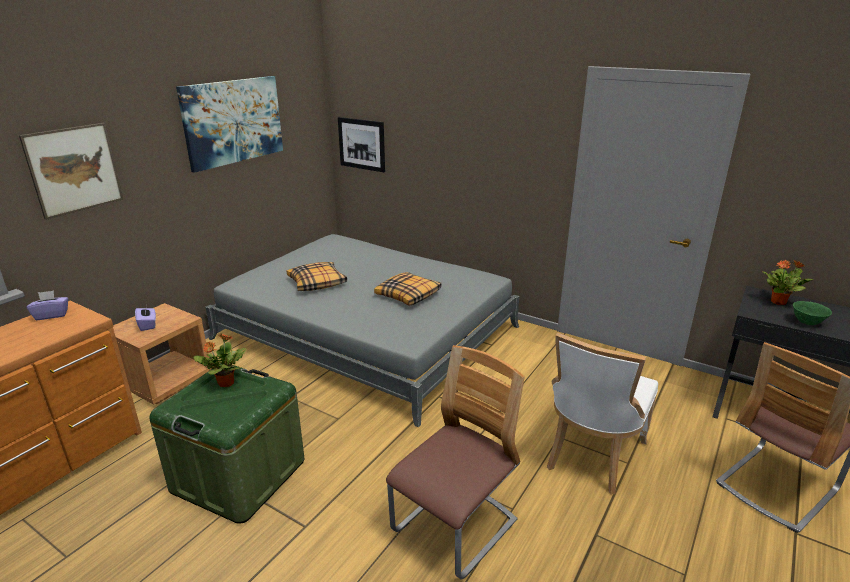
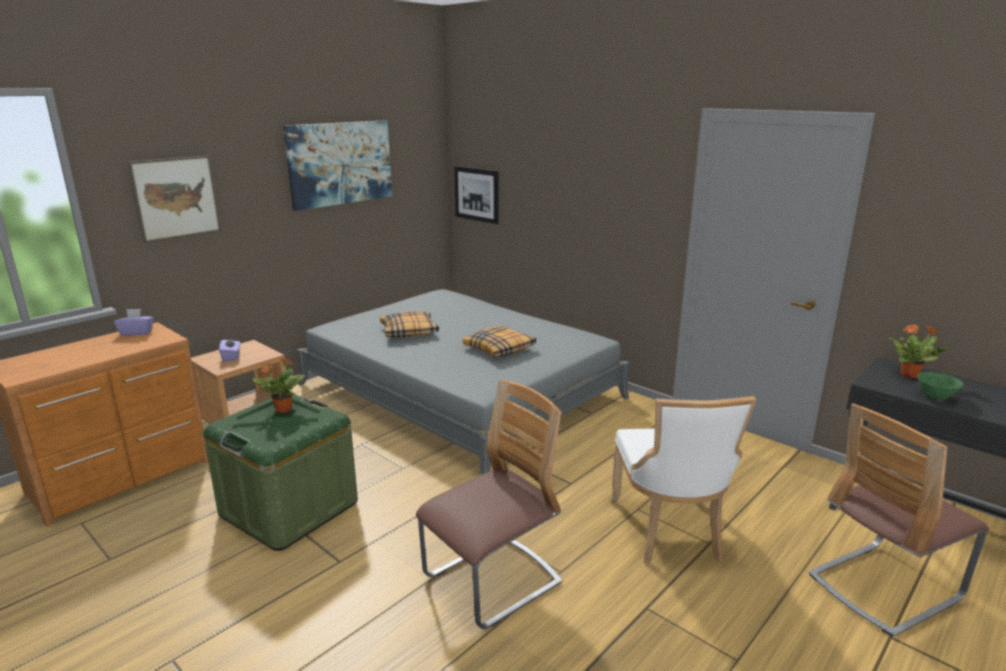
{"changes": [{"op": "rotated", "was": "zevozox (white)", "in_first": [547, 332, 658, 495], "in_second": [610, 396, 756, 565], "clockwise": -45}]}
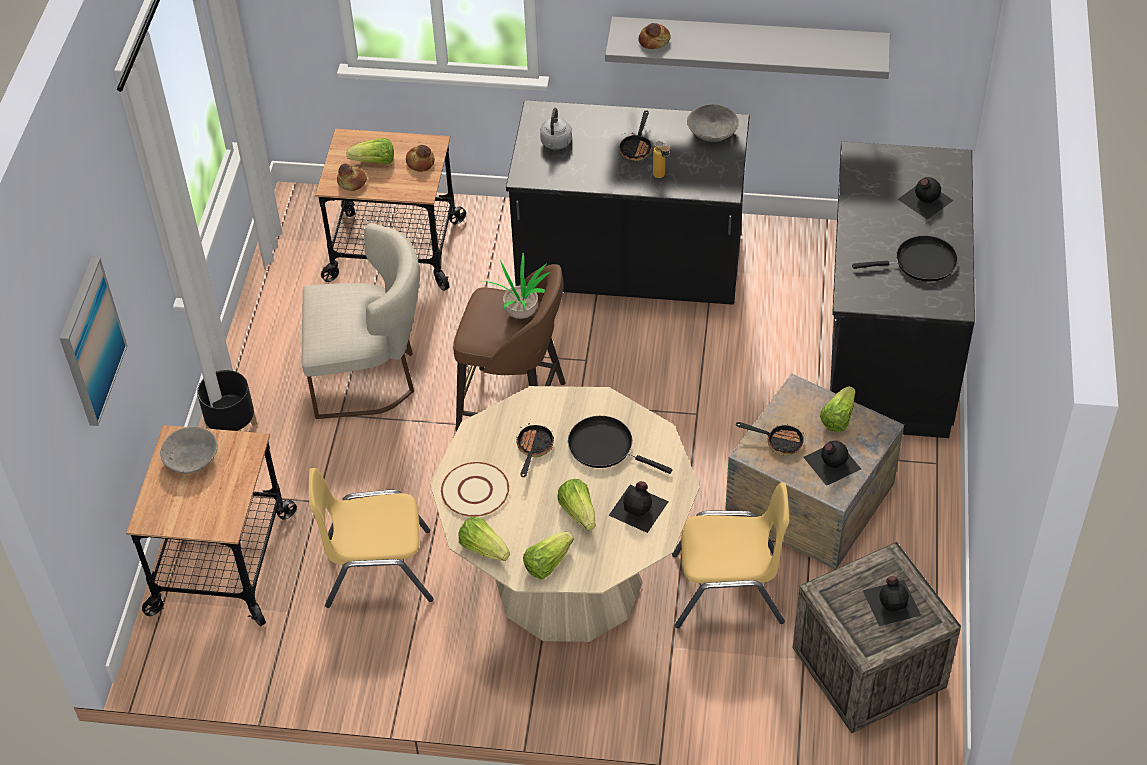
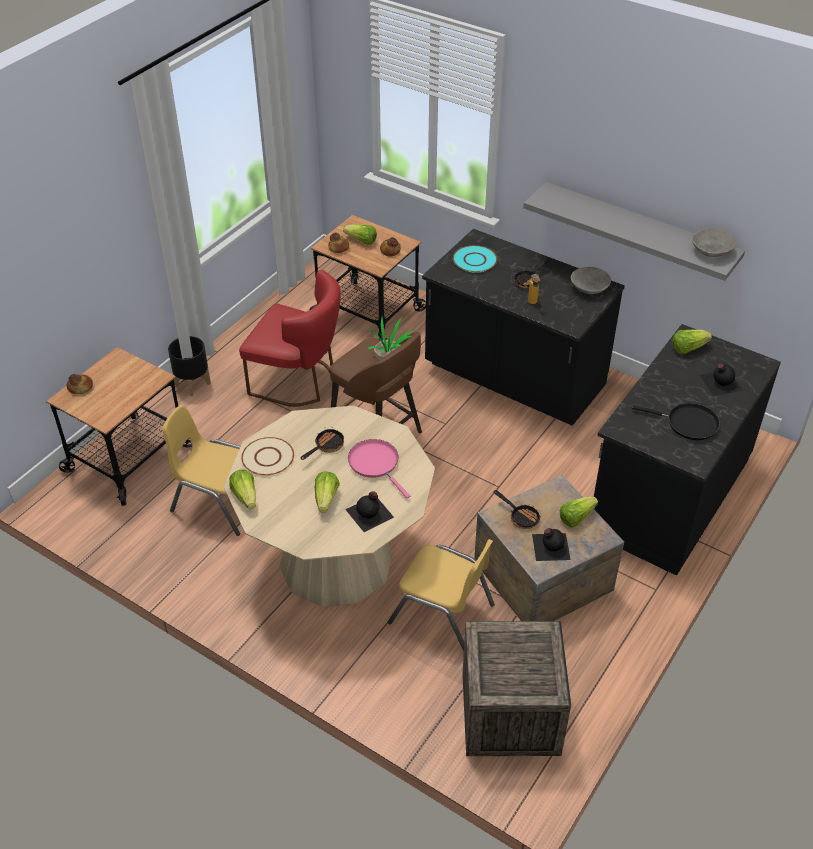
{"changes": [{"op": "gone", "was": "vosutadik", "in_first": [60, 257, 127, 426]}, {"op": "gone", "was": "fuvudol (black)", "in_first": [863, 576, 921, 626]}, {"op": "shifted", "was": "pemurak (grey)", "in_first": [160, 427, 218, 474], "in_second": [692, 228, 736, 257]}, {"op": "shifted", "was": "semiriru", "in_first": [523, 532, 574, 579], "in_second": [672, 330, 712, 354]}, {"op": "shifted", "was": "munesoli", "in_first": [638, 23, 671, 49], "in_second": [67, 374, 93, 394]}, {"op": "swapped", "was": "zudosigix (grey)", "now": "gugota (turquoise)", "in_first": [540, 108, 572, 150], "in_second": [453, 245, 497, 273]}, {"op": "repainted", "was": "zevozox (beige)", "now": "zevozox (red)", "in_first": [302, 223, 420, 419], "in_second": [239, 270, 341, 407]}, {"op": "repainted", "was": "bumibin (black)", "now": "bumibin (pink)", "in_first": [568, 416, 672, 474], "in_second": [348, 439, 410, 498]}]}
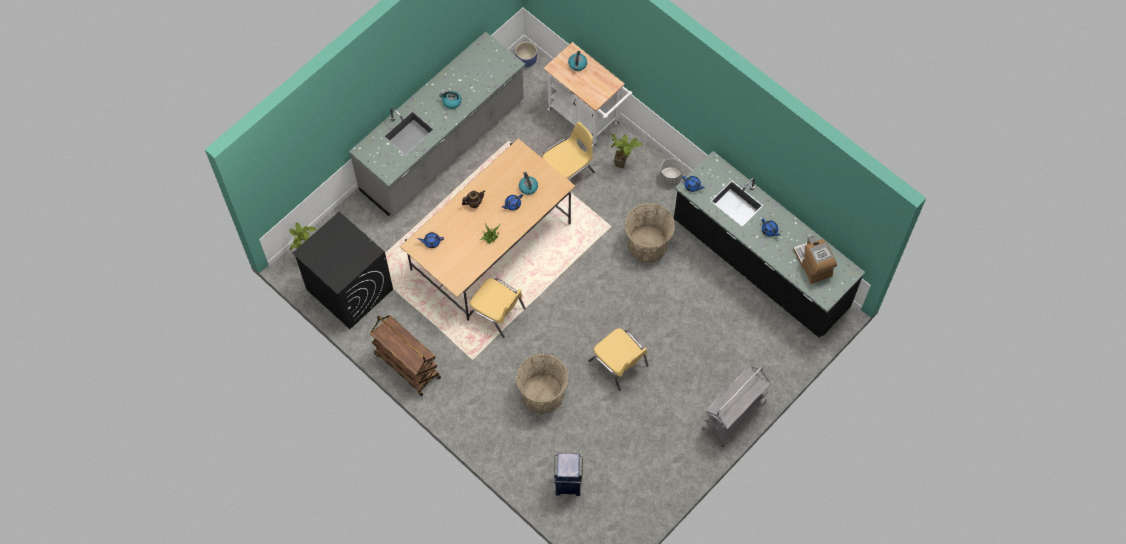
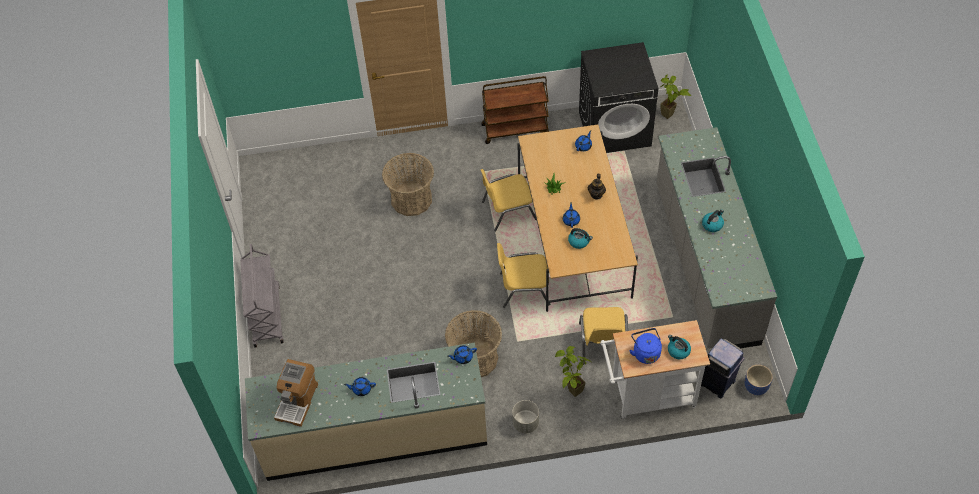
{"changes": [{"op": "new", "now": "zudosigix (blue)", "in_second": [629, 328, 662, 364]}, {"op": "shifted", "was": "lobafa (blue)", "in_first": [554, 453, 583, 496], "in_second": [701, 338, 744, 399]}, {"op": "shifted", "was": "zevozox (yellow)", "in_first": [589, 328, 649, 391], "in_second": [497, 243, 550, 308]}, {"op": "repainted", "was": "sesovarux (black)", "now": "sesovarux (beige)", "in_first": [674, 151, 865, 338], "in_second": [245, 343, 487, 481]}, {"op": "rotated", "was": "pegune", "in_first": [793, 236, 837, 284], "in_second": [274, 359, 318, 427], "clockwise": 90}]}
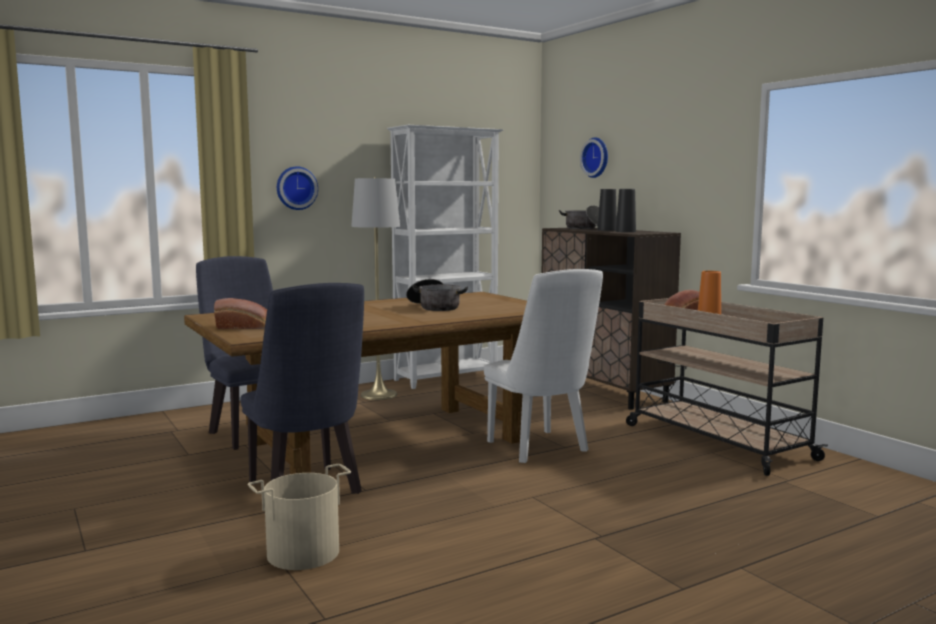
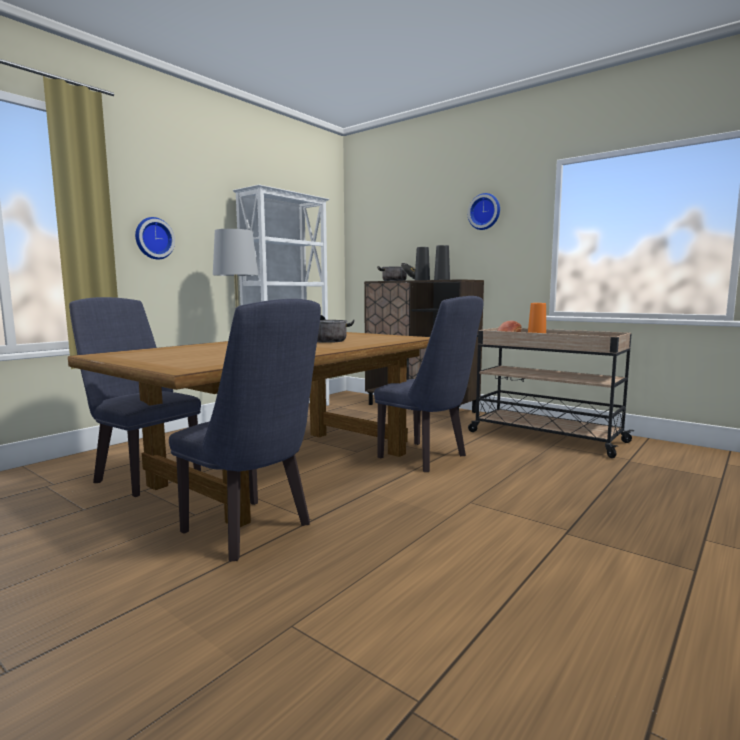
{"changes": [{"op": "gone", "was": "munesoli", "in_first": [214, 298, 267, 329]}, {"op": "gone", "was": "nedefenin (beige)", "in_first": [247, 464, 351, 570]}, {"op": "shifted", "was": "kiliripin", "in_first": [580, 137, 608, 178], "in_second": [468, 193, 500, 230]}, {"op": "repainted", "was": "zevozox (white)", "now": "zevozox (blue)", "in_first": [484, 269, 603, 463], "in_second": [374, 296, 484, 472]}]}
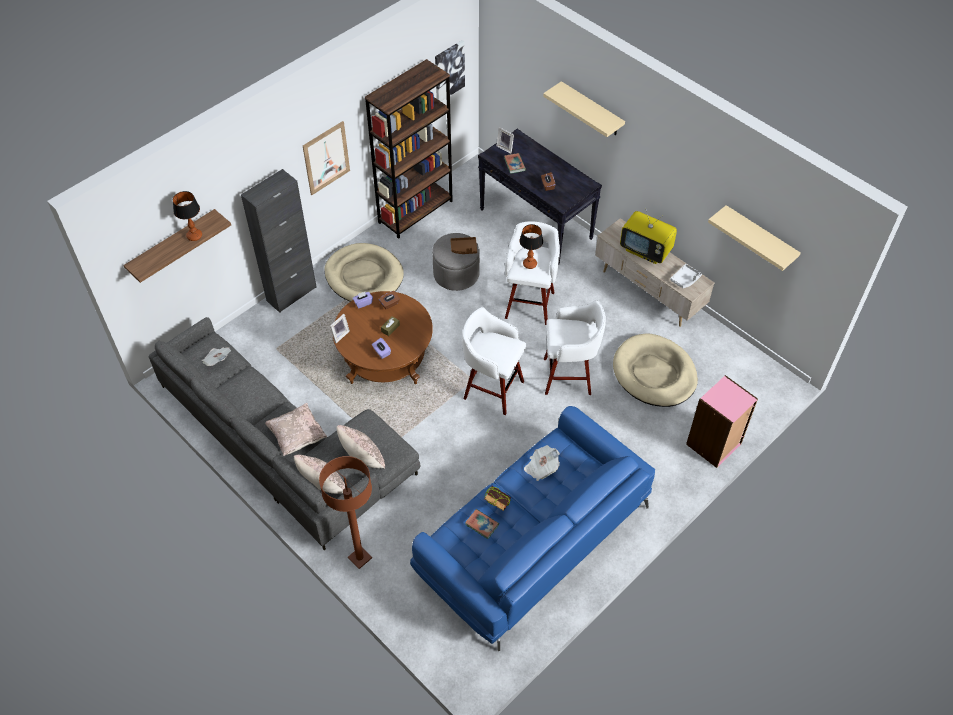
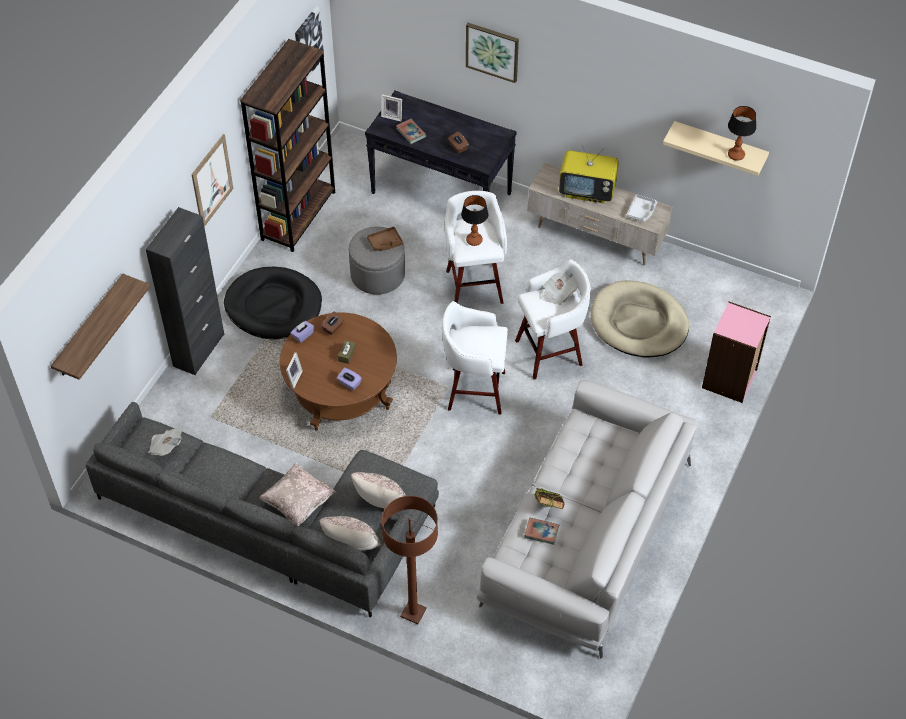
{"changes": [{"op": "shifted", "was": "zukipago", "in_first": [173, 191, 202, 241], "in_second": [728, 106, 756, 161]}, {"op": "shifted", "was": "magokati", "in_first": [524, 445, 560, 481], "in_second": [541, 272, 578, 305]}, {"op": "swapped", "was": "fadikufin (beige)", "now": "vosutadik", "in_first": [543, 81, 625, 137], "in_second": [466, 23, 519, 83]}, {"op": "repainted", "was": "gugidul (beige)", "now": "gugidul (black)", "in_first": [324, 243, 404, 302], "in_second": [224, 266, 322, 339]}, {"op": "repainted", "was": "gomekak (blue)", "now": "gomekak (grey)", "in_first": [410, 406, 655, 651], "in_second": [477, 380, 697, 658]}]}
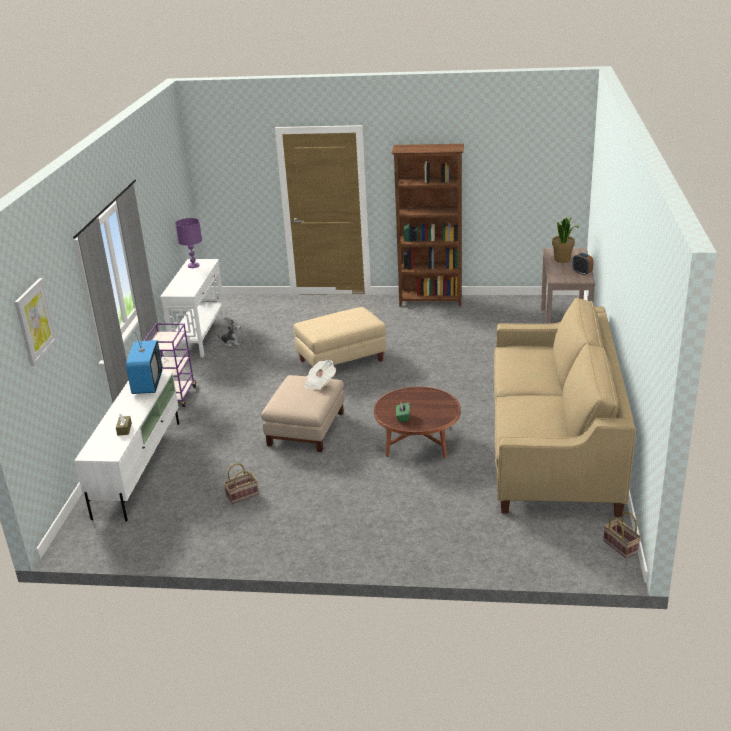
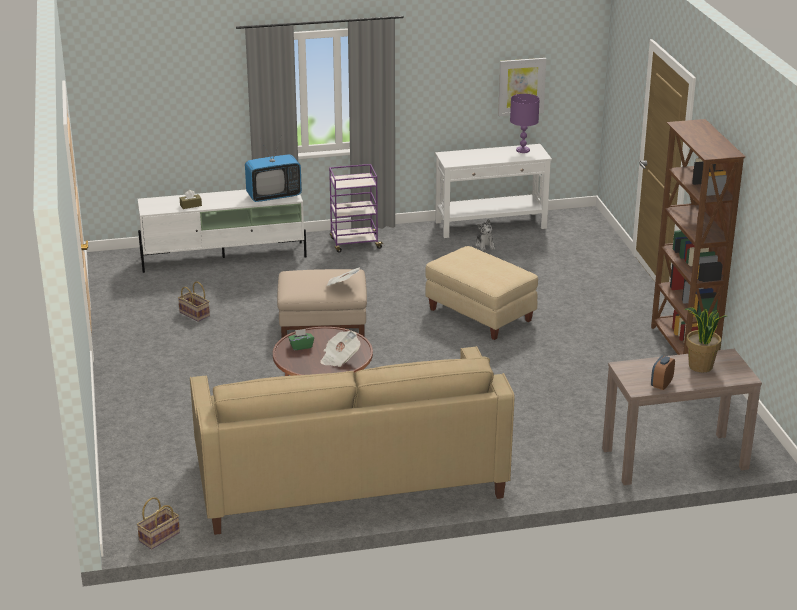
{"changes": [{"op": "new", "now": "magokati", "in_second": [320, 331, 360, 367]}, {"op": "shifted", "was": "vosutadik", "in_first": [15, 278, 57, 366], "in_second": [498, 58, 546, 116]}]}
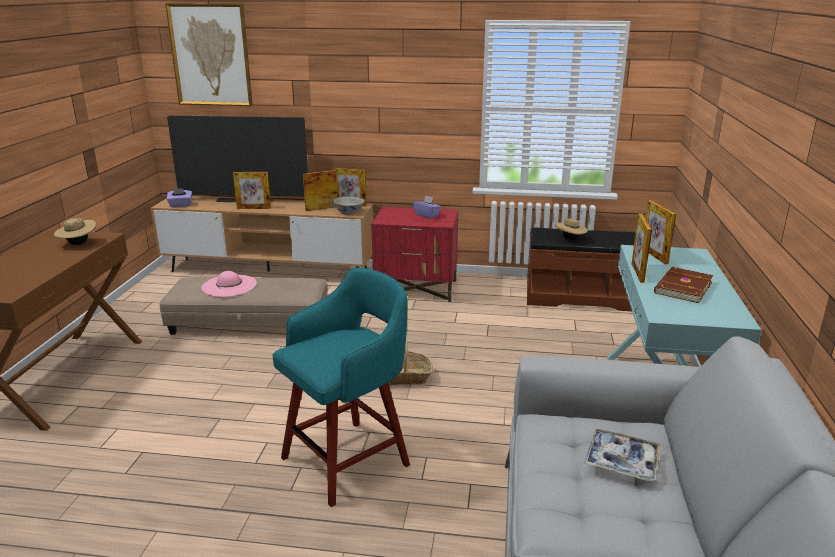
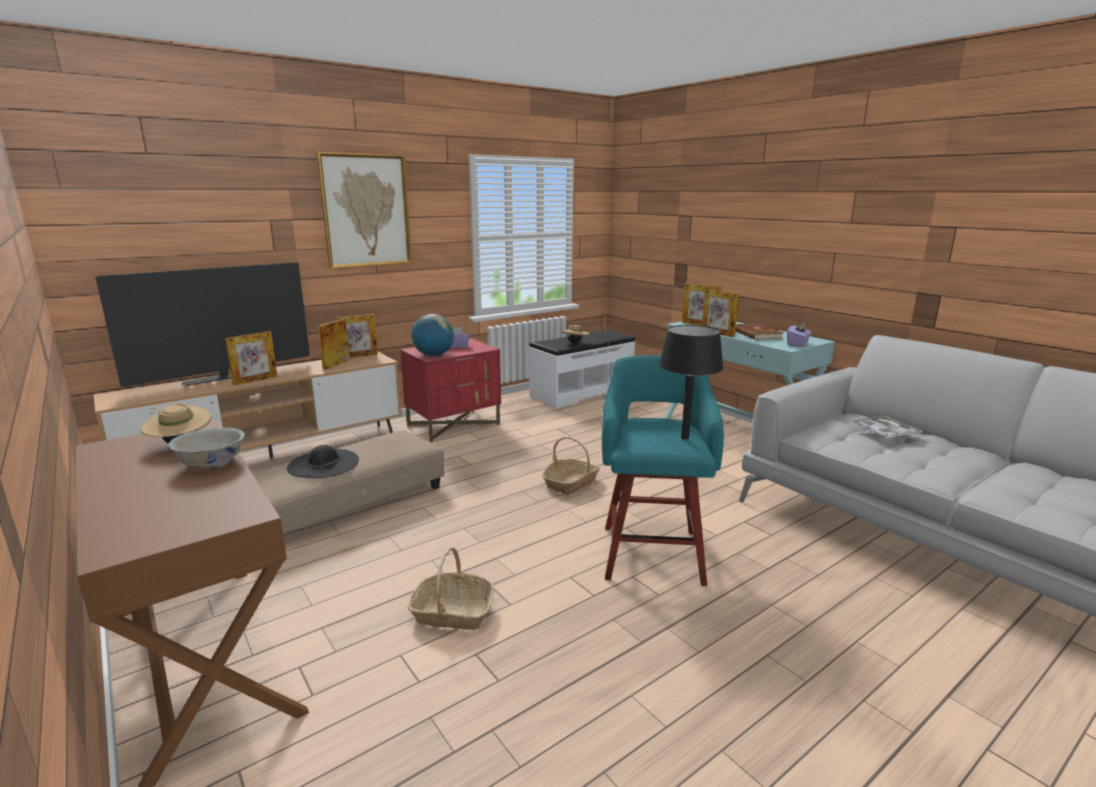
{"changes": [{"op": "new", "now": "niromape", "in_second": [408, 547, 494, 630]}, {"op": "new", "now": "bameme", "in_second": [411, 314, 454, 356]}, {"op": "new", "now": "zukipago (black)", "in_second": [659, 325, 723, 440]}, {"op": "shifted", "was": "vosutadik", "in_first": [165, 3, 253, 106], "in_second": [316, 152, 412, 269]}, {"op": "shifted", "was": "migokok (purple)", "in_first": [167, 188, 192, 207], "in_second": [787, 322, 811, 347]}, {"op": "shifted", "was": "pemurak (white)", "in_first": [333, 197, 364, 215], "in_second": [168, 428, 245, 470]}, {"op": "repainted", "was": "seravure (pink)", "now": "seravure (black)", "in_first": [201, 271, 257, 297], "in_second": [287, 445, 359, 478]}, {"op": "repainted", "was": "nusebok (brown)", "now": "nusebok (white)", "in_first": [527, 227, 636, 311], "in_second": [529, 330, 636, 409]}]}
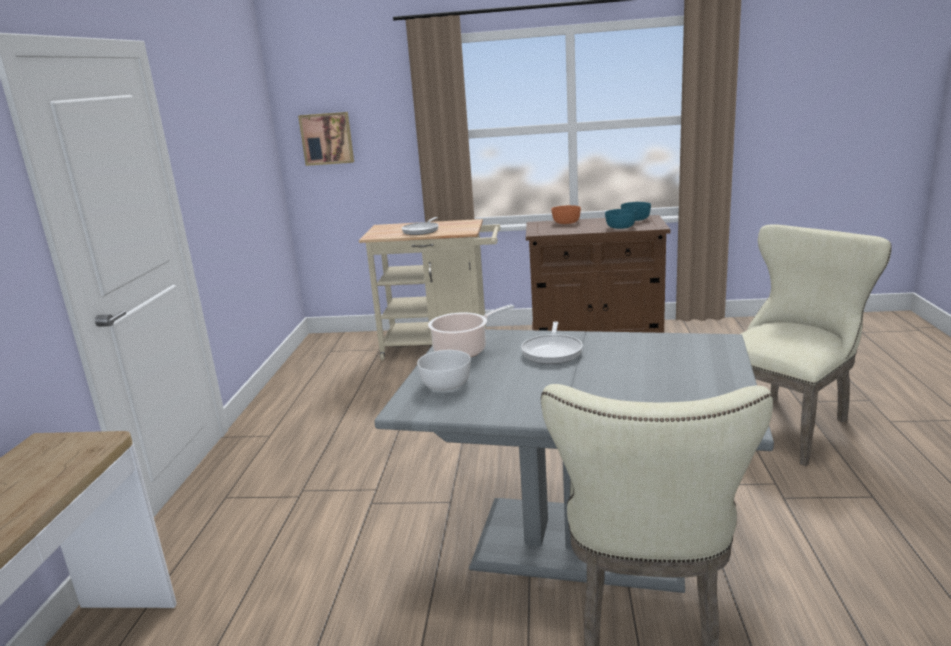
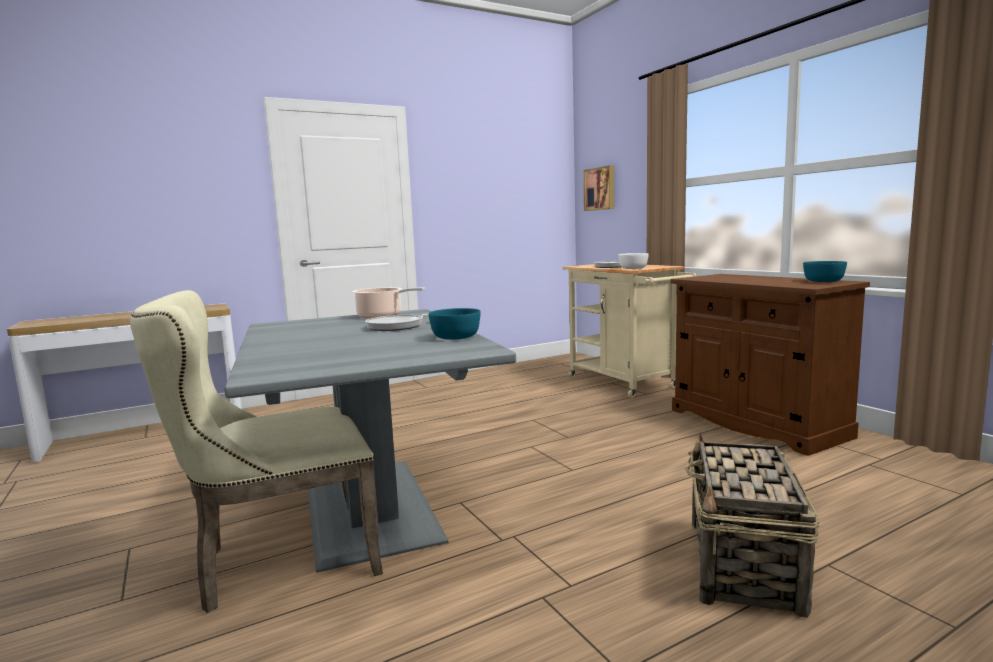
{"changes": [{"op": "gone", "was": "pemurak (orange)", "in_first": [551, 205, 581, 224]}, {"op": "shifted", "was": "pemurak (white)", "in_first": [417, 350, 471, 391], "in_second": [618, 253, 649, 269]}, {"op": "shifted", "was": "pemurak (turquoise)", "in_first": [605, 209, 636, 229], "in_second": [428, 308, 481, 340]}, {"op": "swapped", "was": "zevozox (beige)", "now": "niromape", "in_first": [741, 224, 892, 466], "in_second": [685, 433, 820, 618]}]}
